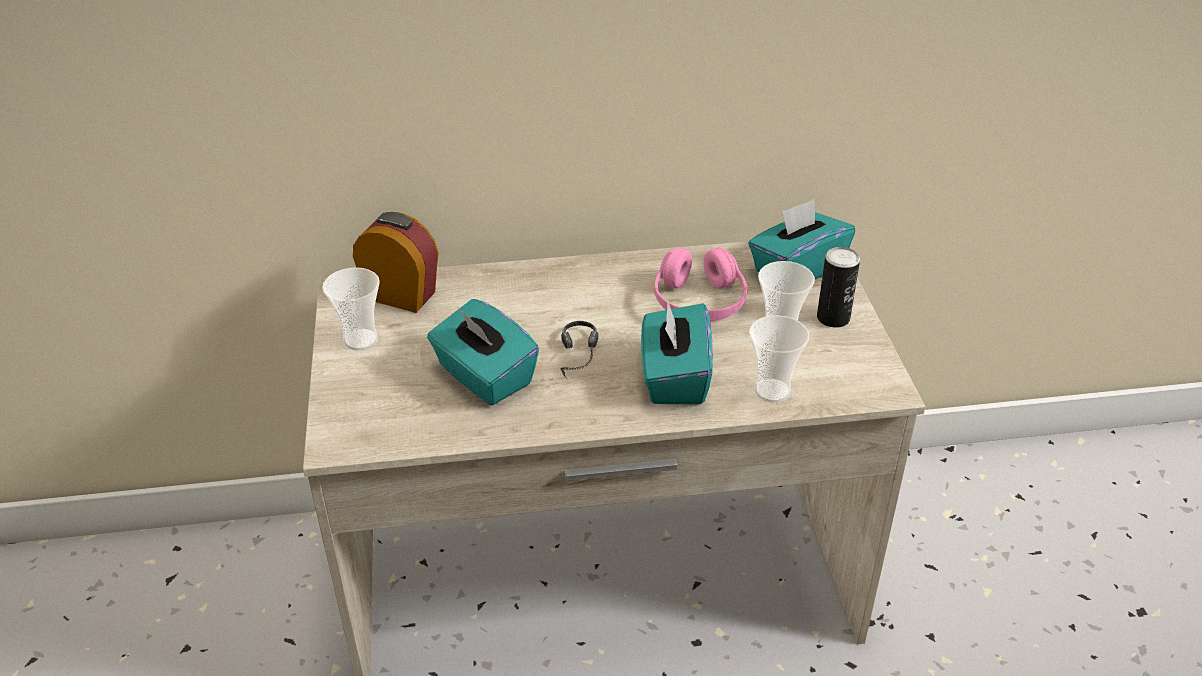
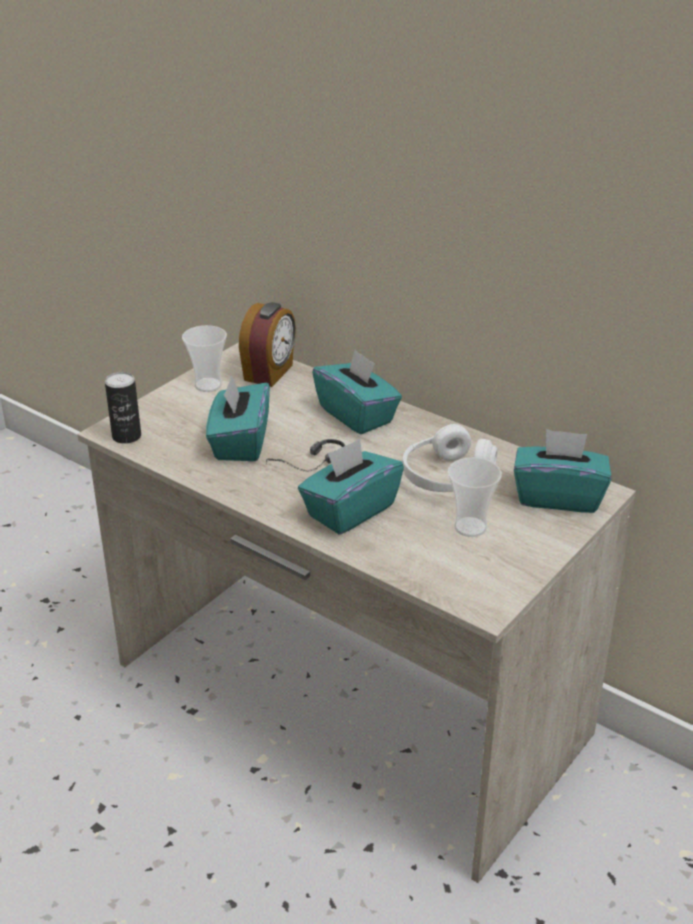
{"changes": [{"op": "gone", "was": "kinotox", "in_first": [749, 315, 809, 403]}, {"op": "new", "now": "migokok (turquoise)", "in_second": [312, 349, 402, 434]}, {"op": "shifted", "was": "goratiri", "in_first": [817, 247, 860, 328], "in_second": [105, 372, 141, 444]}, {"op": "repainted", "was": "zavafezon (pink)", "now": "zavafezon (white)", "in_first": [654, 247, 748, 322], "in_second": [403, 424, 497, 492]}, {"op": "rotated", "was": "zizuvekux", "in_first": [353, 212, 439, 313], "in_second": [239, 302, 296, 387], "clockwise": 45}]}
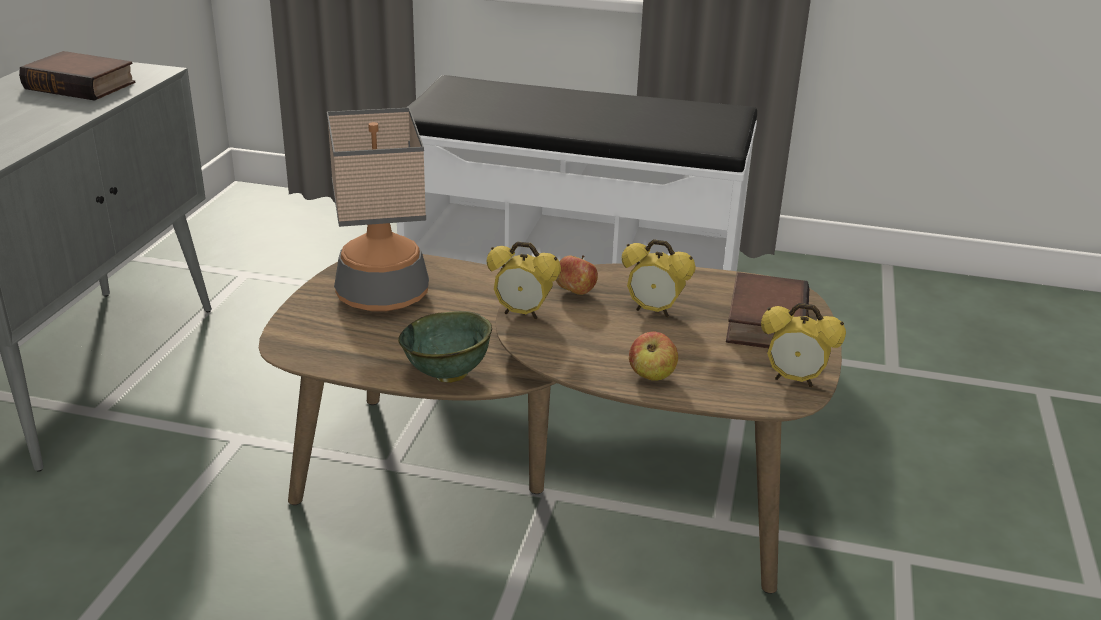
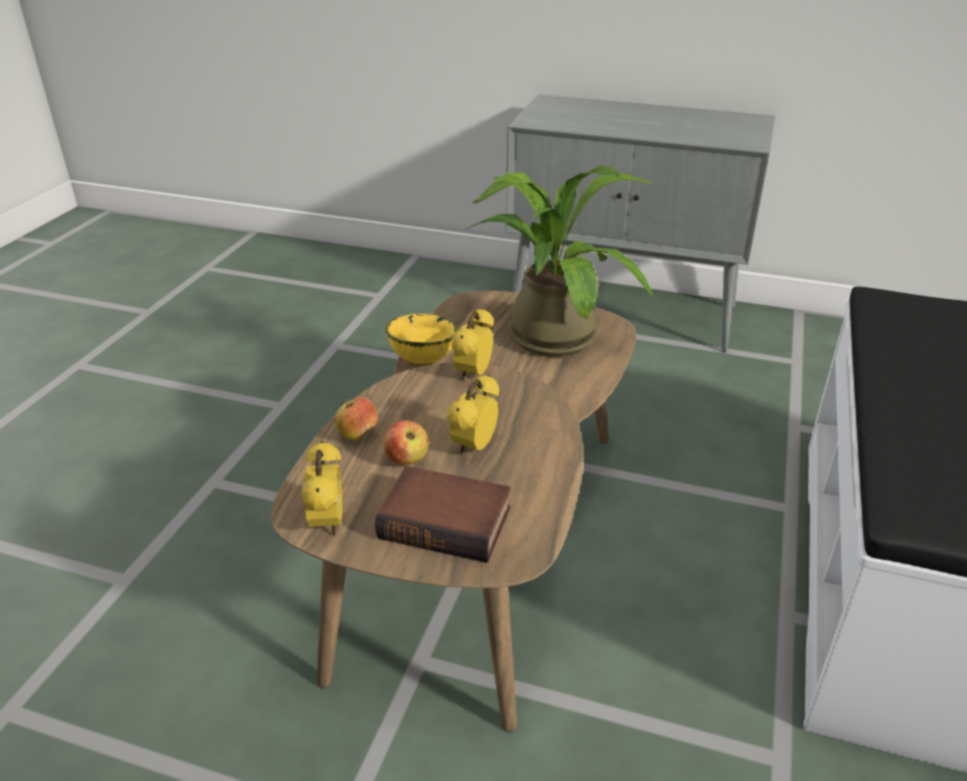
{"changes": [{"op": "gone", "was": "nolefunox", "in_first": [19, 51, 136, 101]}, {"op": "shifted", "was": "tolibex", "in_first": [556, 255, 598, 295], "in_second": [384, 420, 429, 465]}, {"op": "swapped", "was": "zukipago", "now": "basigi", "in_first": [327, 107, 429, 312], "in_second": [465, 165, 655, 357]}, {"op": "repainted", "was": "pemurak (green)", "now": "pemurak (yellow)", "in_first": [398, 311, 492, 383], "in_second": [385, 313, 459, 367]}, {"op": "rotated", "was": "zizuvekux", "in_first": [761, 303, 846, 387], "in_second": [301, 441, 343, 536], "clockwise": 150}]}
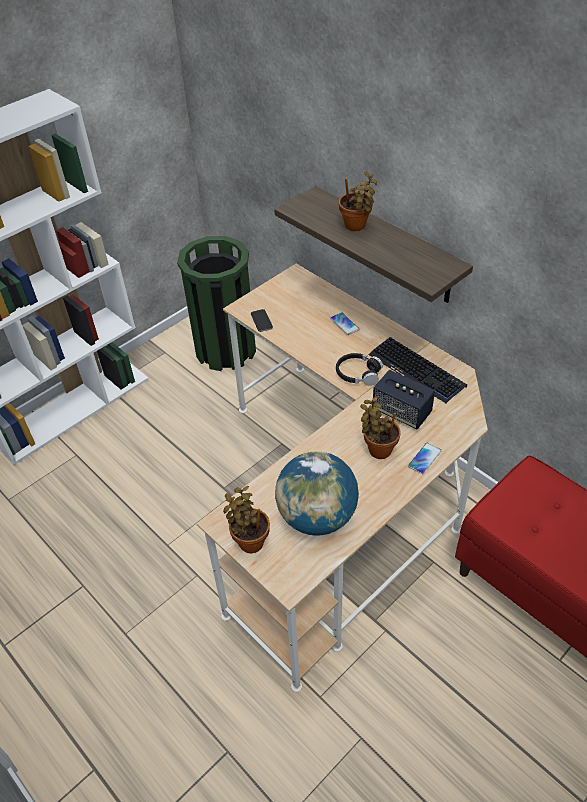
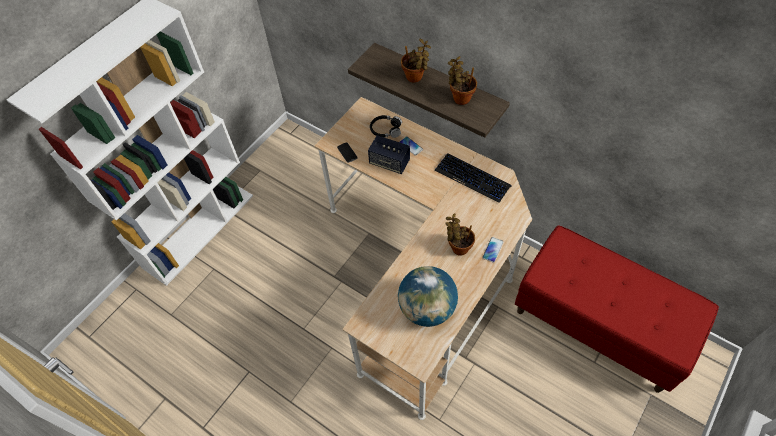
{"changes": [{"op": "gone", "was": "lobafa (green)", "in_first": [177, 236, 256, 371]}, {"op": "shifted", "was": "basigi", "in_first": [223, 486, 270, 553], "in_second": [448, 56, 477, 105]}, {"op": "shifted", "was": "zavafezon (black)", "in_first": [336, 353, 383, 386], "in_second": [370, 115, 402, 138]}, {"op": "shifted", "was": "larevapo", "in_first": [373, 370, 435, 429], "in_second": [368, 135, 410, 174]}]}
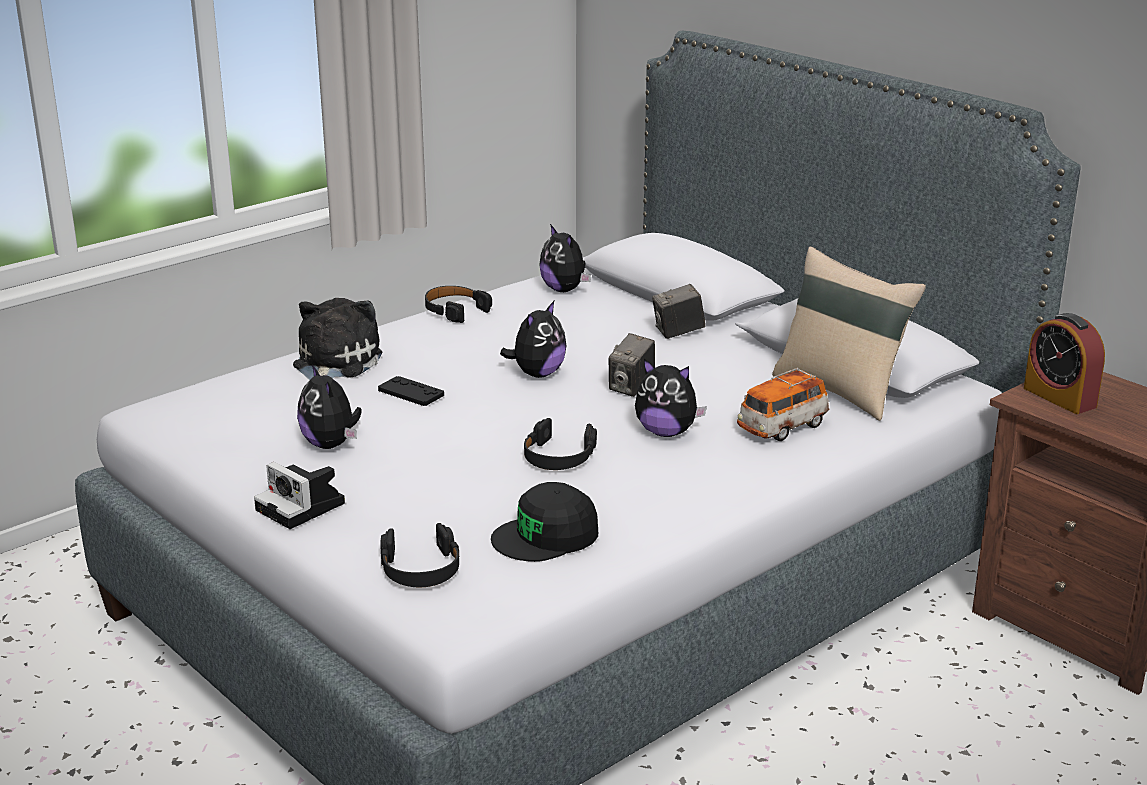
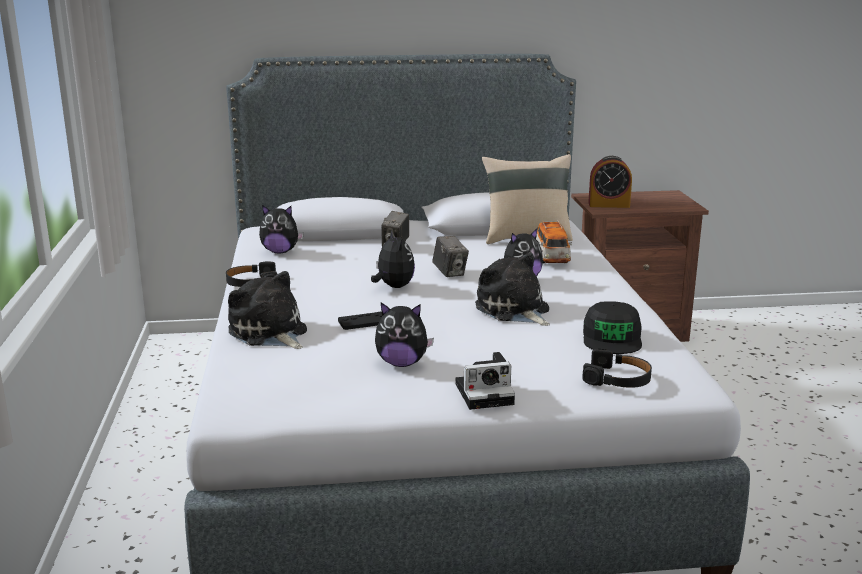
{"changes": [{"op": "swapped", "was": "zavafezon (black)", "now": "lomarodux", "in_first": [524, 418, 597, 470], "in_second": [475, 253, 550, 326]}]}
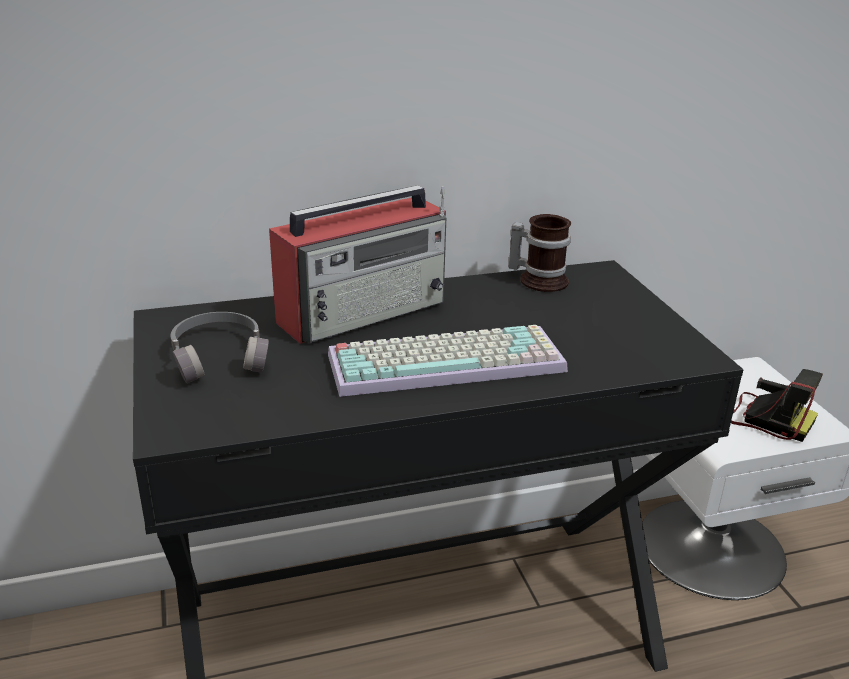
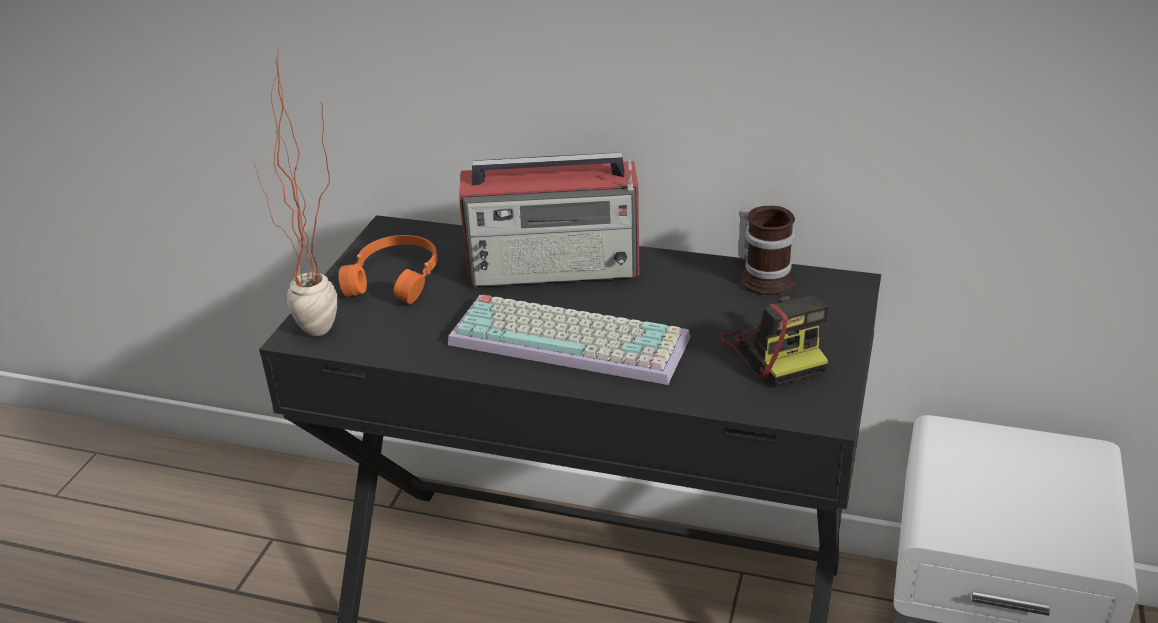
{"changes": [{"op": "new", "now": "basigi", "in_second": [254, 49, 337, 336]}, {"op": "shifted", "was": "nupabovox", "in_first": [731, 369, 822, 442], "in_second": [721, 295, 829, 386]}, {"op": "repainted", "was": "zavafezon (grey)", "now": "zavafezon (orange)", "in_first": [171, 312, 269, 383], "in_second": [339, 235, 437, 304]}]}
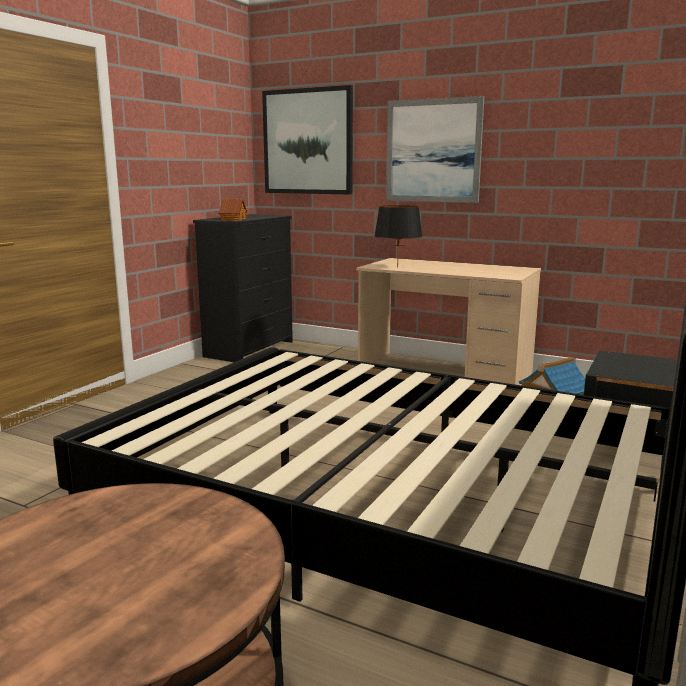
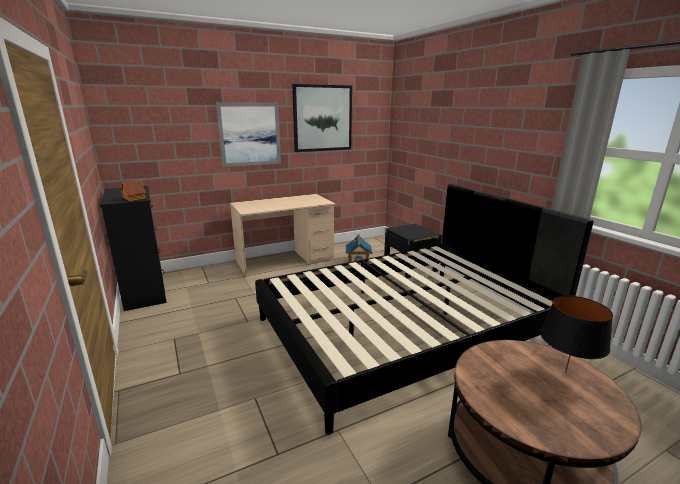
{"changes": [{"op": "shifted", "was": "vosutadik", "in_first": [262, 85, 353, 194], "in_second": [292, 84, 352, 152]}, {"op": "shifted", "was": "zukipago (black)", "in_first": [374, 205, 422, 268], "in_second": [540, 296, 613, 373]}]}
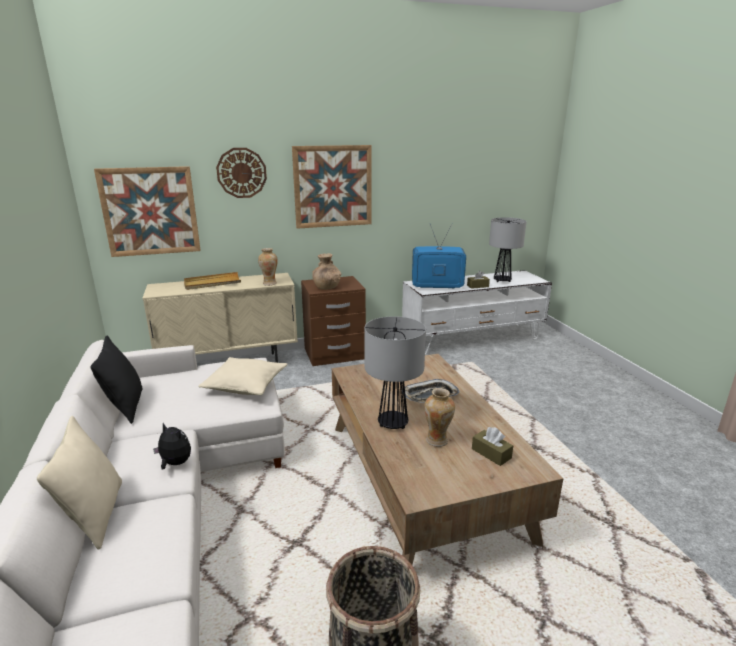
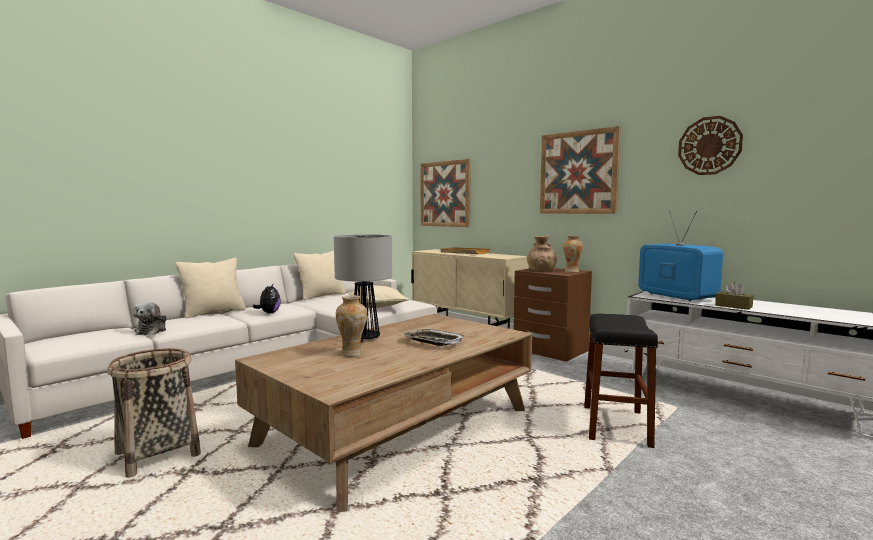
{"changes": [{"op": "gone", "was": "migokok (brown)", "in_first": [472, 427, 513, 466]}, {"op": "gone", "was": "zukipago", "in_first": [489, 217, 527, 282]}, {"op": "new", "now": "lomarodux", "in_second": [133, 302, 167, 335]}, {"op": "new", "now": "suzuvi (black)", "in_second": [584, 314, 658, 448]}, {"op": "shifted", "was": "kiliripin", "in_first": [216, 148, 267, 198], "in_second": [678, 116, 743, 175]}, {"op": "shifted", "was": "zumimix", "in_first": [258, 248, 278, 286], "in_second": [563, 236, 583, 272]}, {"op": "repainted", "was": "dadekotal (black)", "now": "dadekotal (beige)", "in_first": [90, 336, 142, 424], "in_second": [294, 251, 346, 300]}]}
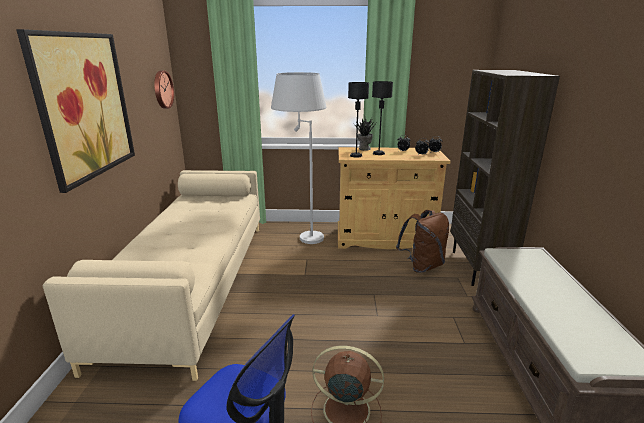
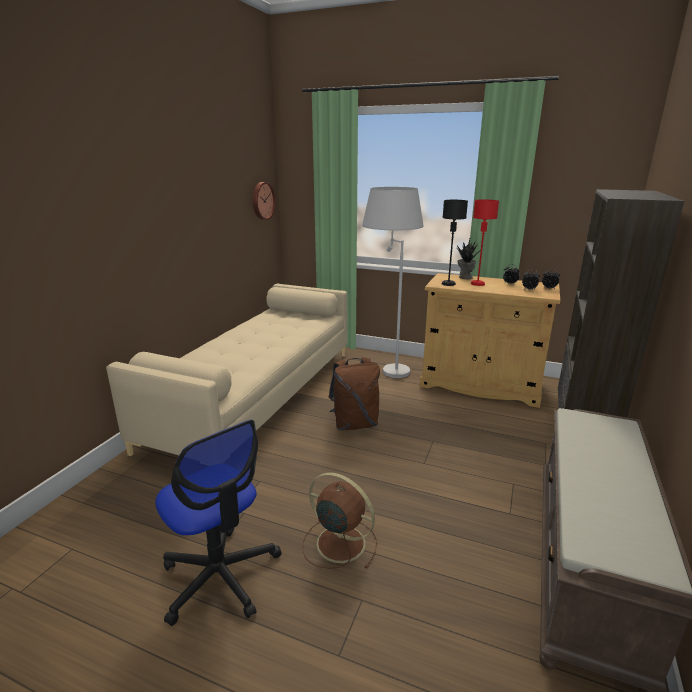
{"changes": [{"op": "gone", "was": "vosutadik", "in_first": [16, 29, 135, 193]}, {"op": "shifted", "was": "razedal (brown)", "in_first": [396, 210, 449, 273], "in_second": [328, 357, 380, 431]}, {"op": "repainted", "was": "zukipago (black)", "now": "zukipago (red)", "in_first": [372, 81, 393, 155], "in_second": [470, 199, 499, 286]}]}
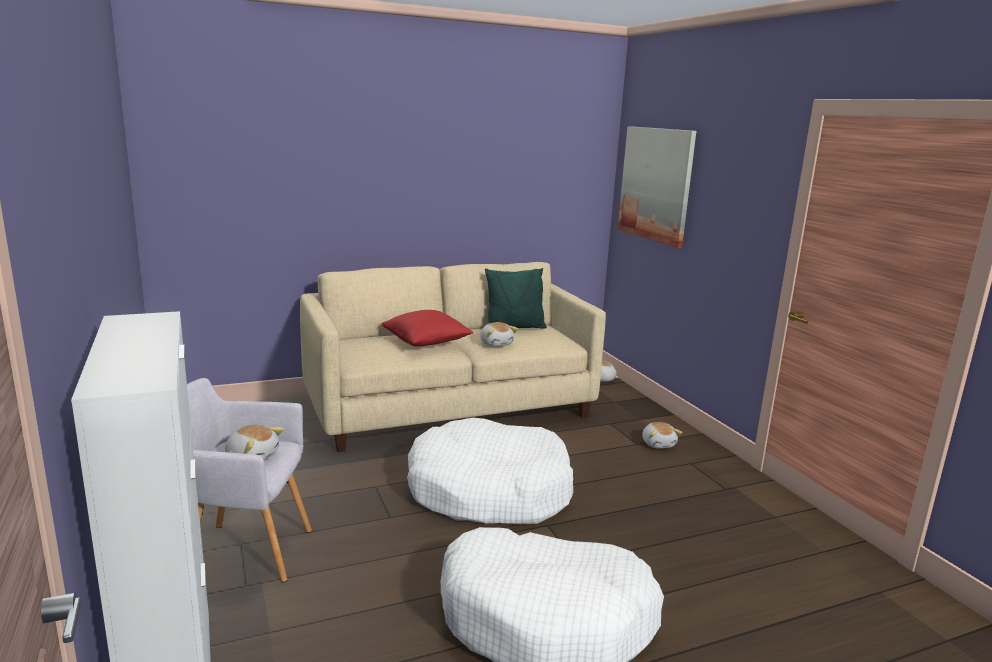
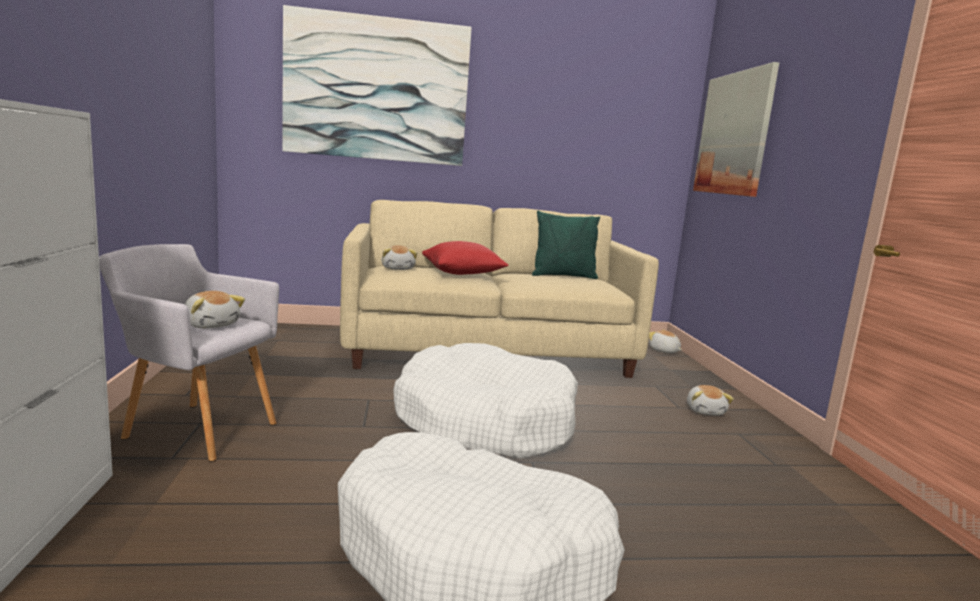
{"changes": [{"op": "new", "now": "vosutadik", "in_second": [282, 5, 472, 166]}, {"op": "shifted", "was": "lomarodux", "in_first": [480, 322, 518, 347], "in_second": [382, 245, 417, 270]}]}
